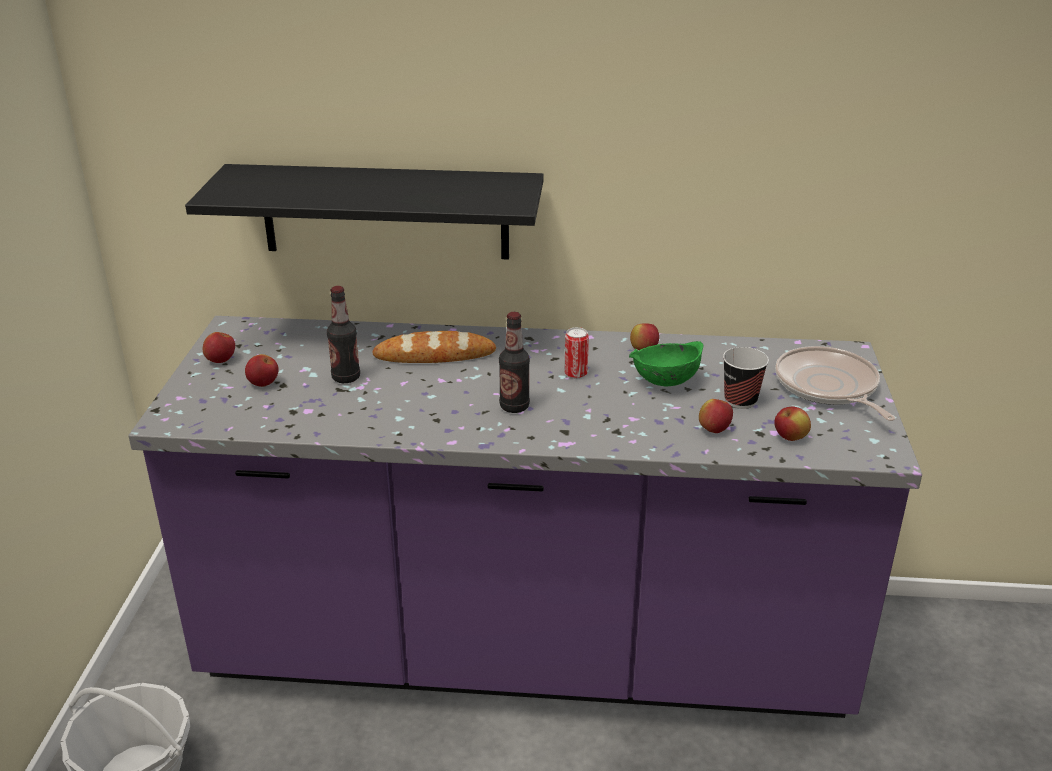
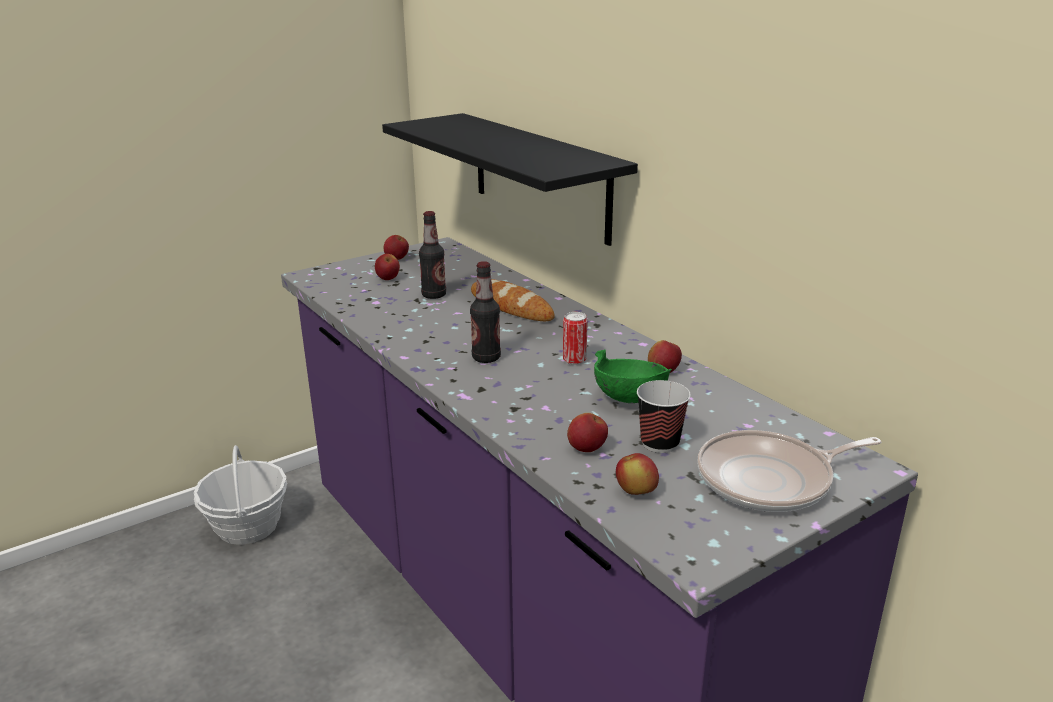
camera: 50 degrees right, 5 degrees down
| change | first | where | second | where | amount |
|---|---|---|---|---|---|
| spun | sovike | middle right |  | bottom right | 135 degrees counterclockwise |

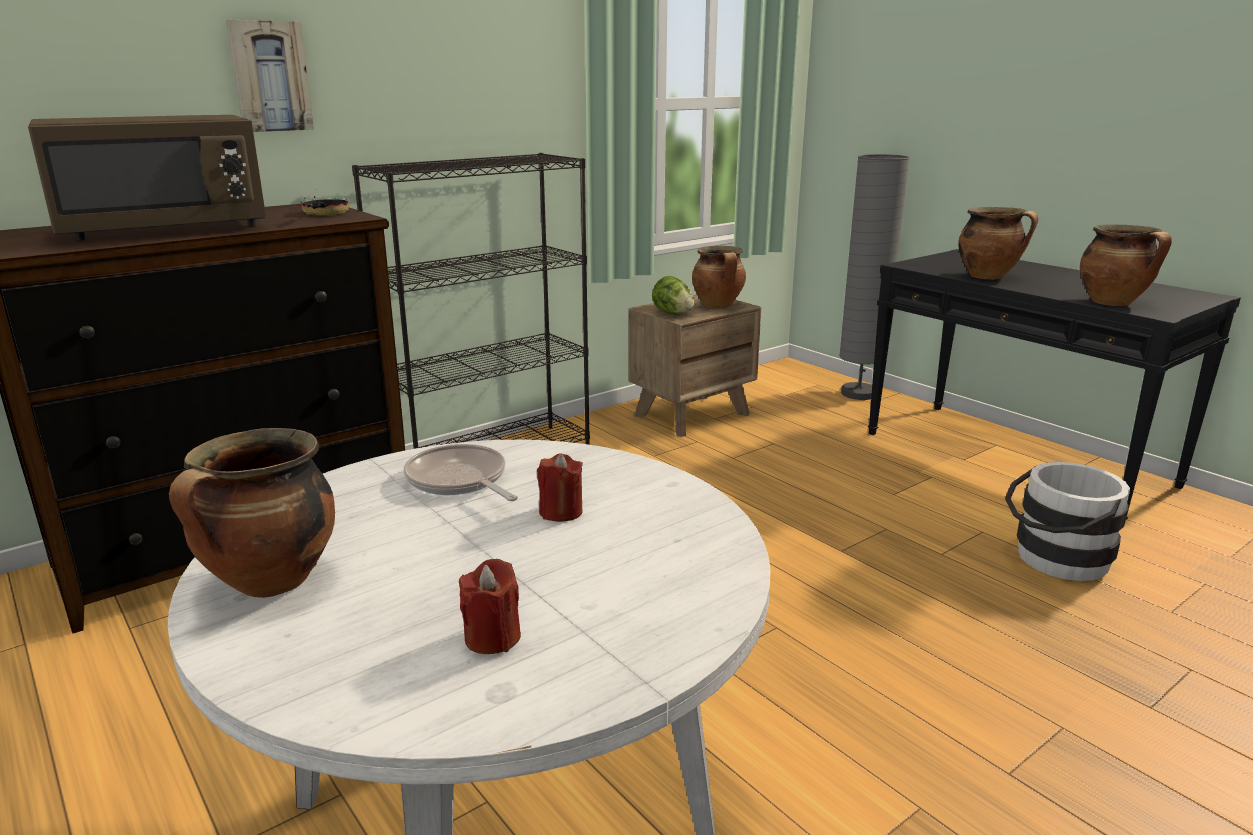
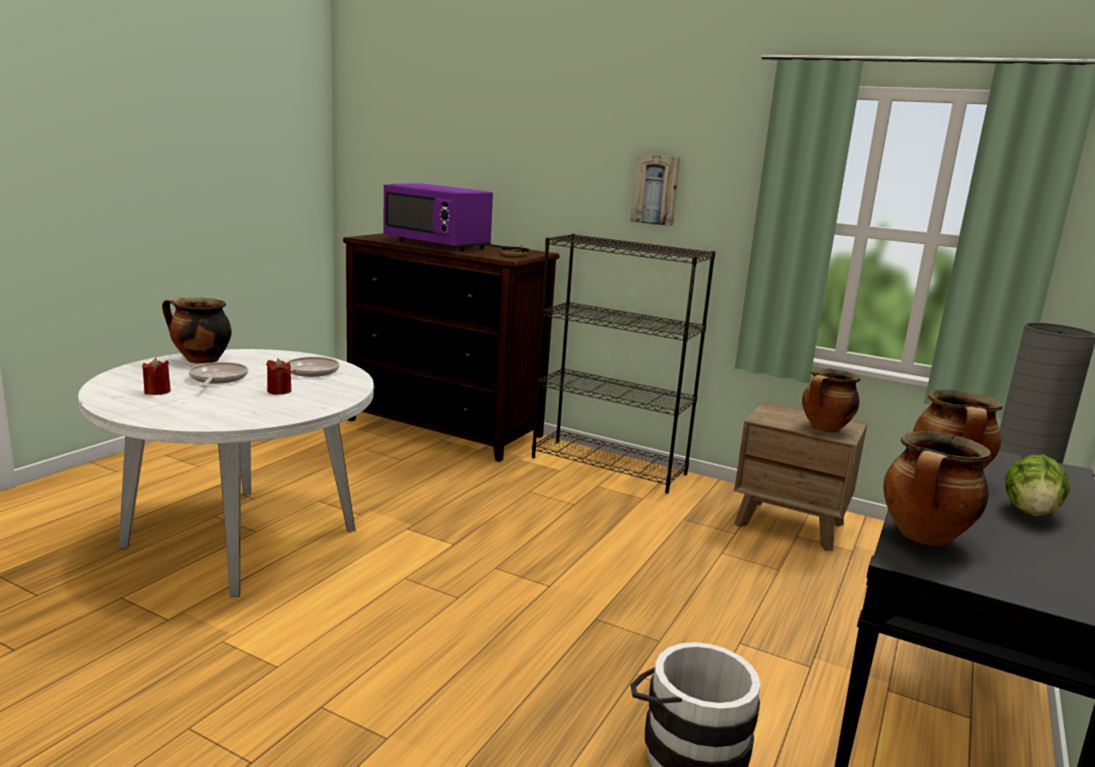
camera: 65 degrees right, 5 degrees down
| change | first | where | second | where | amount |
|---|---|---|---|---|---|
| relocated | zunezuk | top left |  | top centre |  |
| colour | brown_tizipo | top left | purple_tizipo | top centre |  |
| relocated | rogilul | centre |  | middle right |  |
| appeared |  |  | sovike (no. 1 from left) | middle left |  |

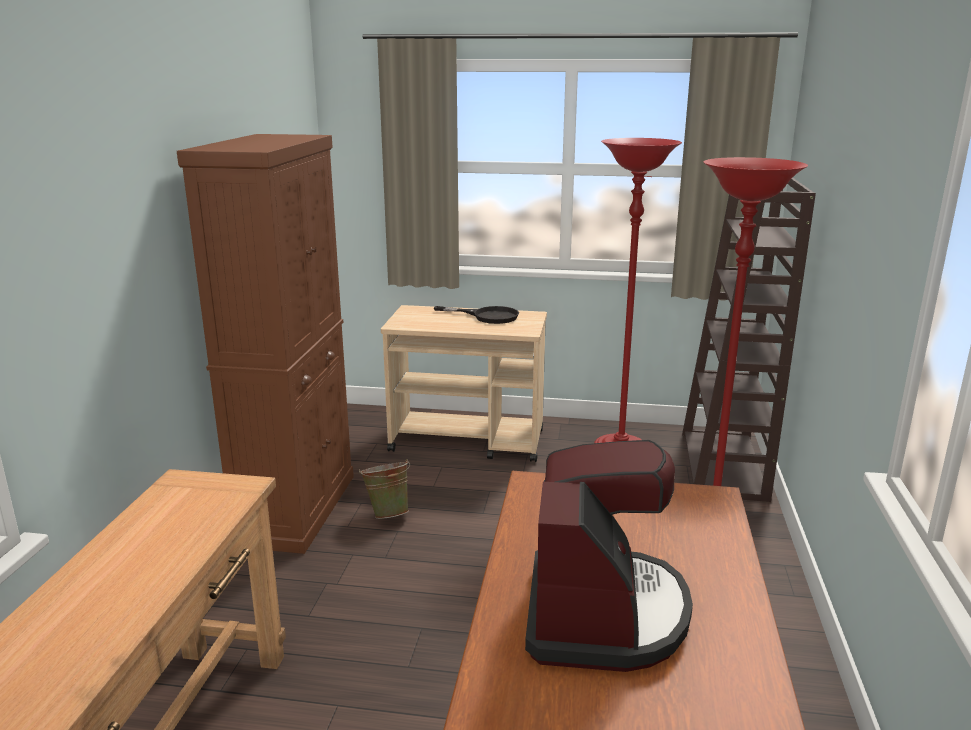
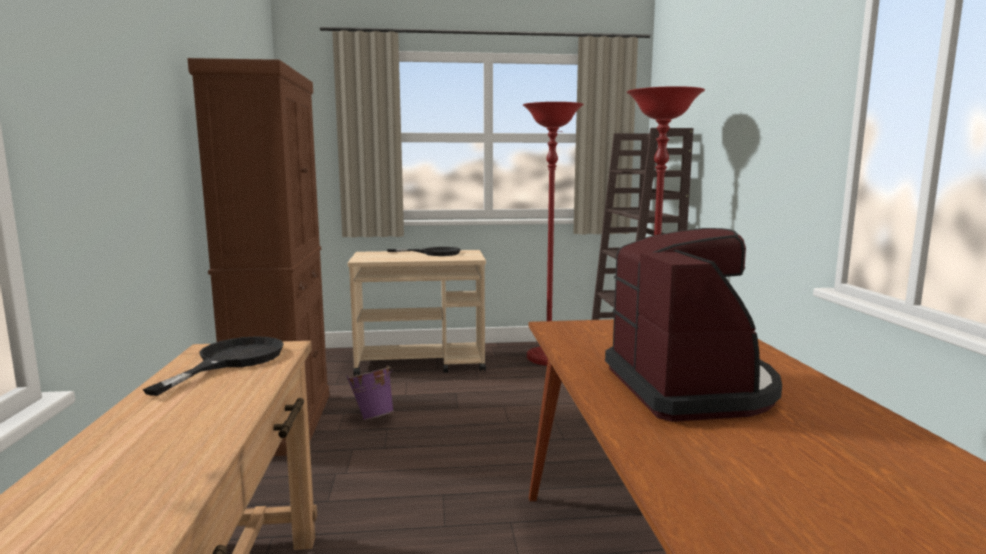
camera: 15 degrees left, 10 degrees down
| change | first | where | second | where | amount |
|---|---|---|---|---|---|
| colour | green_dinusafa | bottom centre | purple_dinusafa | bottom centre |  |
| appeared |  |  | black_sovike (no. 1 from left) | middle left |  |

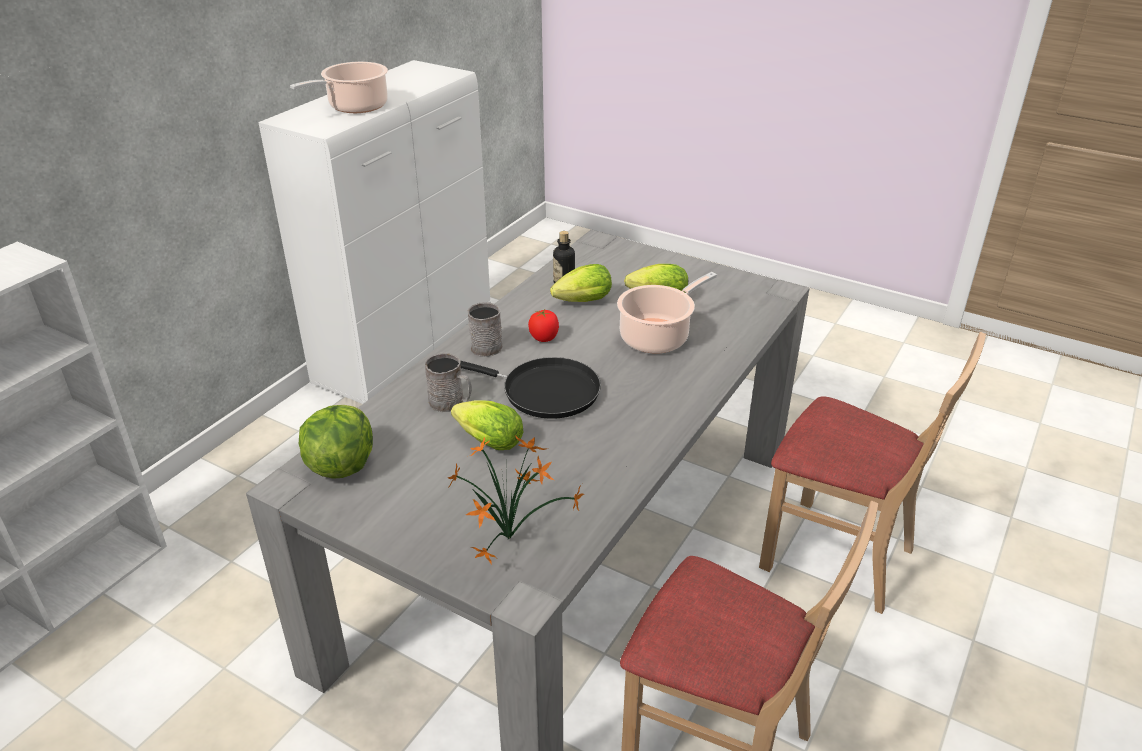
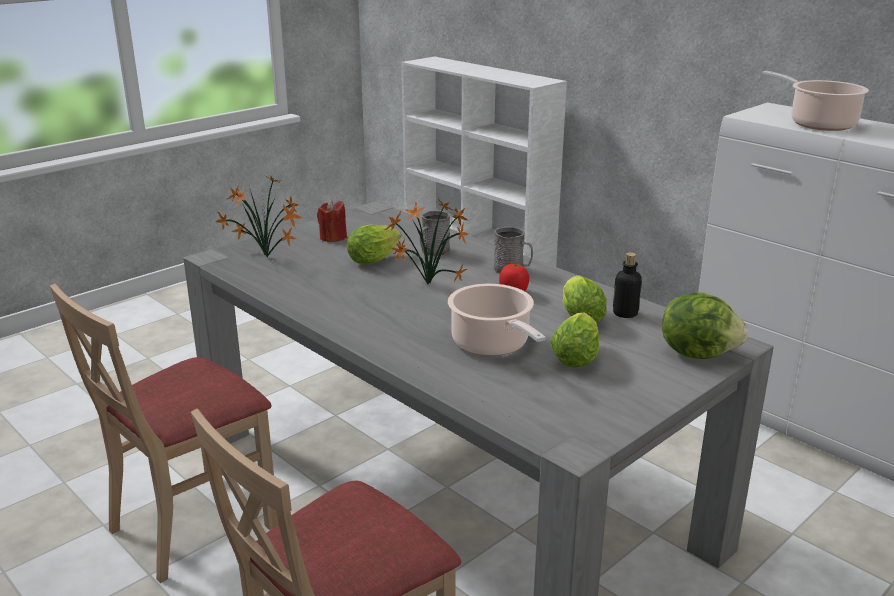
camera: 105 degrees right, 10 degrees down
| change | first | where | second | where | amount |
|---|---|---|---|---|---|
| exchanged | black_sovike | centre | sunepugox (no. 2 from left) | centre |  |
| relocated | rogilul (no. 1 from left in the first image) | middle left | rogilul (no. 4 from left) | middle right |  |
| appeared |  |  | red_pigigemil | centre |  |

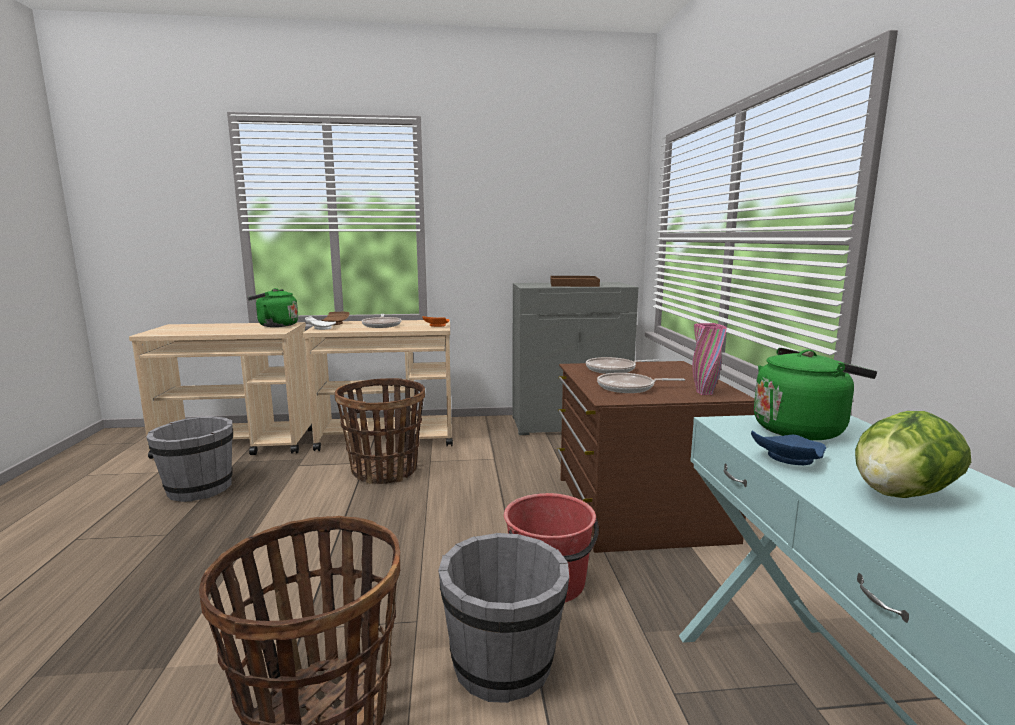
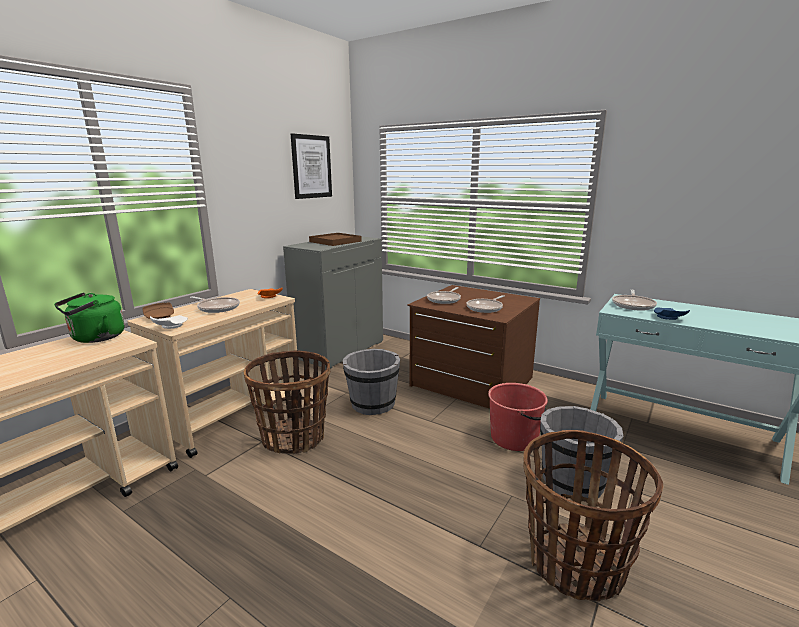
camera: 50 degrees left, 5 degrees up
| change | first | where | second | where | amount |
|---|---|---|---|---|---|
| missing | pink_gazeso | middle right |  |  |  |
| exchanged | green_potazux (no. 2 from left) | middle right | sovike (no. 4 from left) | middle right |  |
| missing | rogilul | middle right |  |  |  |
| relocated | grey_dinusafa (no. 1 from left) | middle left |  | centre |  |
| appeared |  |  | zunezuk | top centre |  |

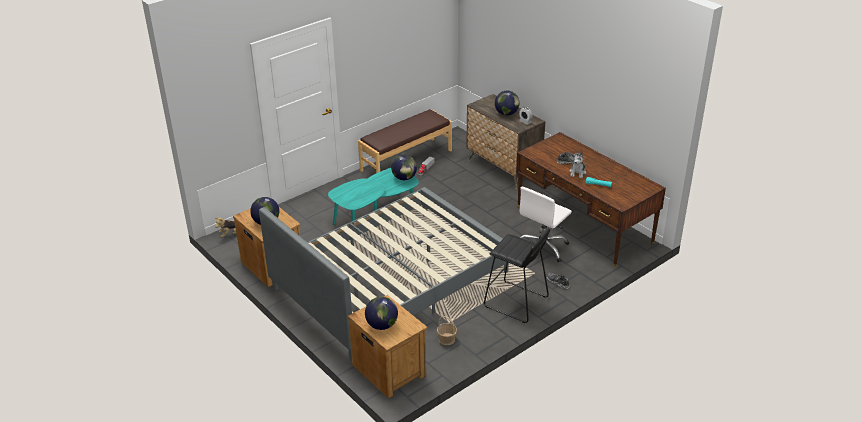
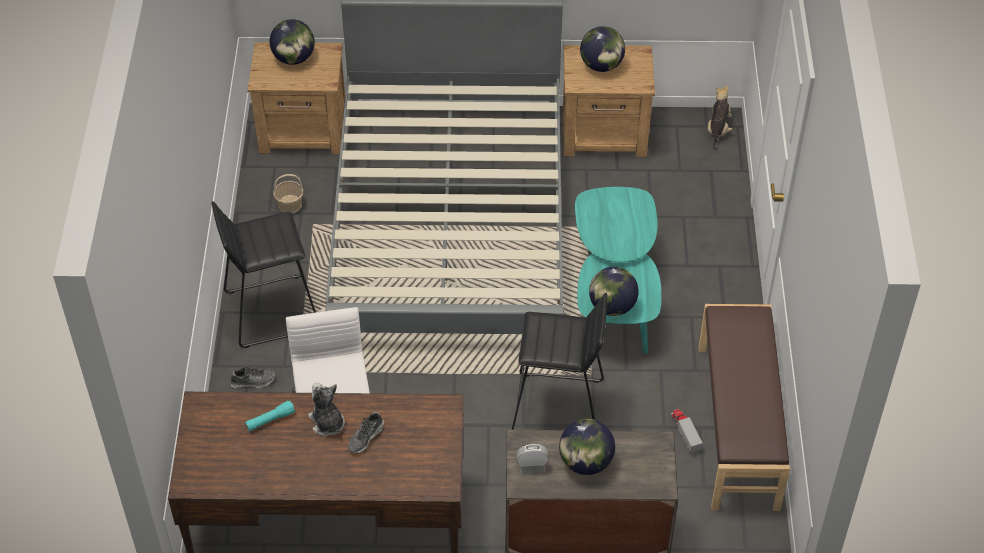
camera: 130 degrees right, 15 degrees up
| change | first | where | second | where | amount |
|---|---|---|---|---|---|
| appeared |  |  | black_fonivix (no. 2 from left) | centre |  |

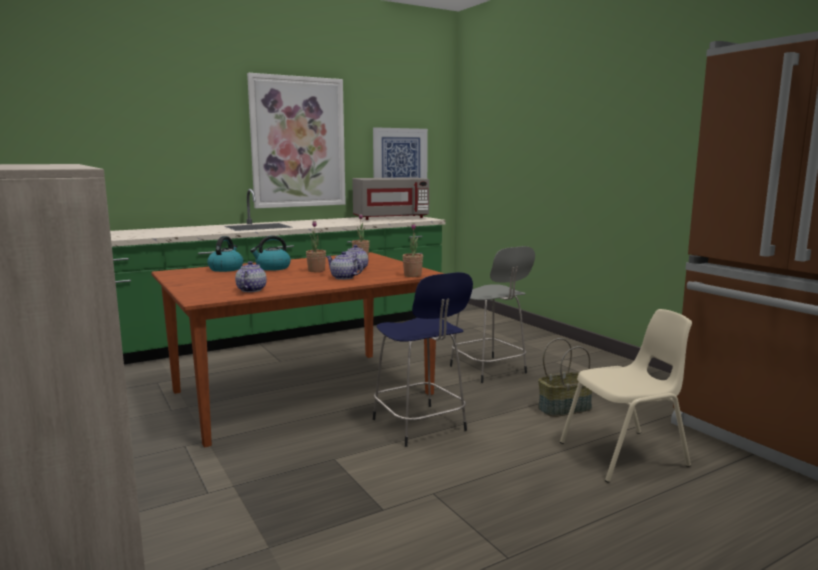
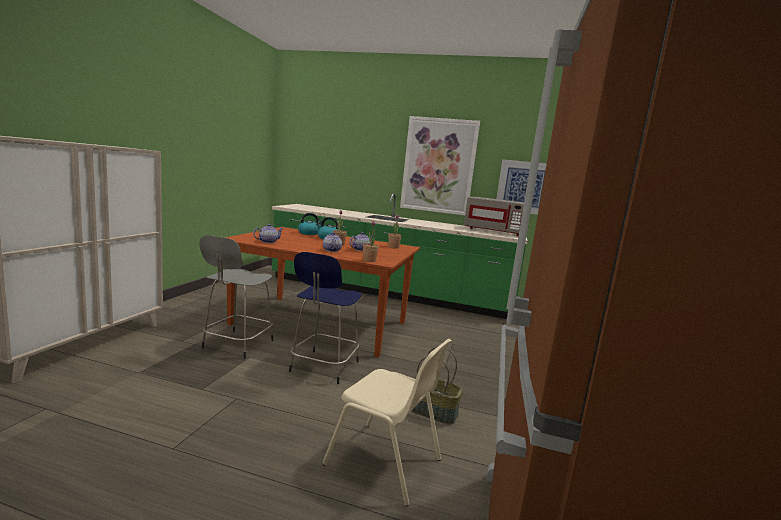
camera: 45 degrees right, 0 degrees up
| change | first | where | second | where | amount |
|---|---|---|---|---|---|
| relocated | grey_fonivix | centre |  | middle left |  |

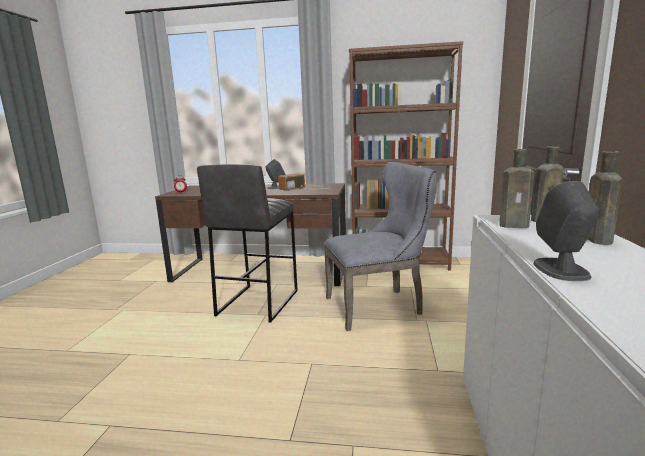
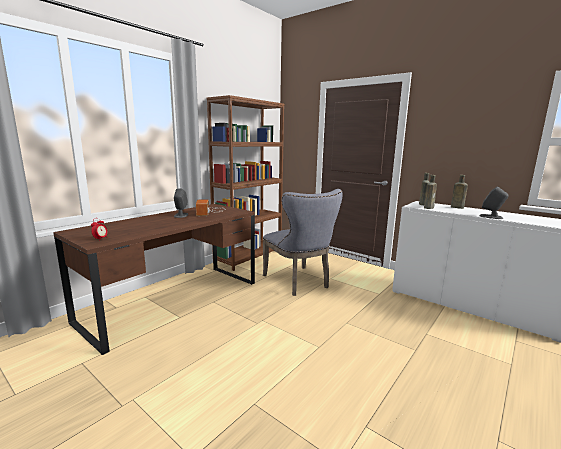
camera: 60 degrees left, 0 degrees up
| change | first | where | second | where | amount |
|---|---|---|---|---|---|
| spun | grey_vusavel | centre |  | centre | 135 degrees clockwise |
| missing | grey_fonivix | centre |  |  |  |

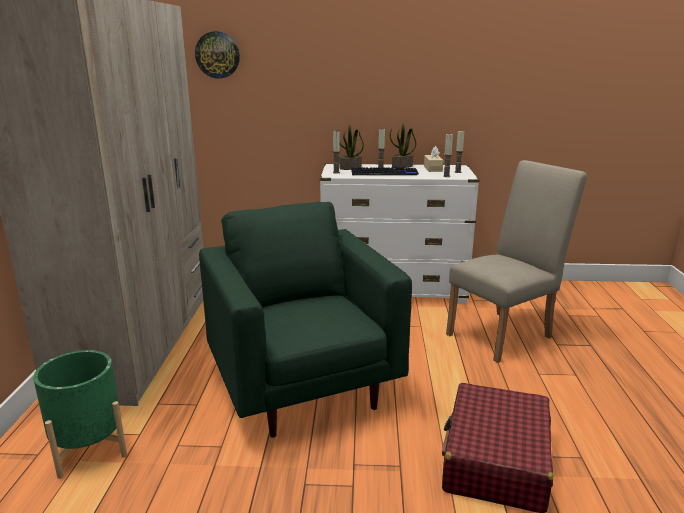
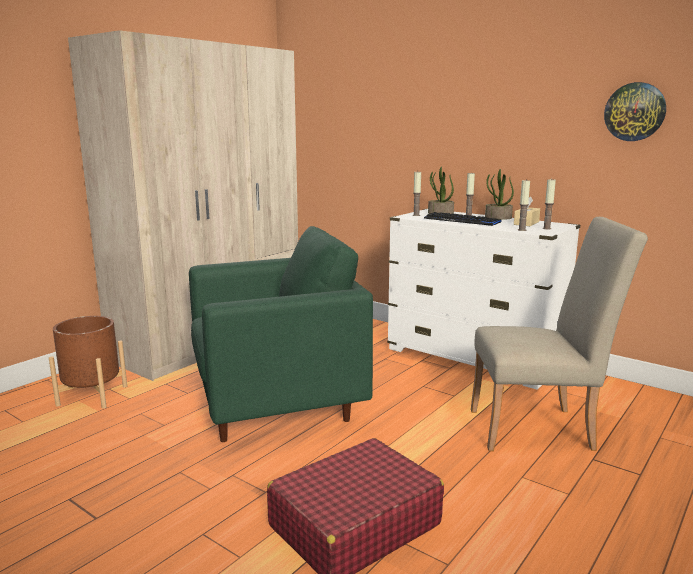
camera: 35 degrees right, 5 degrees down
| change | first | where | second | where | amount |
|---|---|---|---|---|---|
| relocated | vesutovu | top left |  | top right |  |
| spun | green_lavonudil | centre |  | centre | 60 degrees clockwise |
| colour | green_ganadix | bottom left | brown_ganadix | middle left |  |

